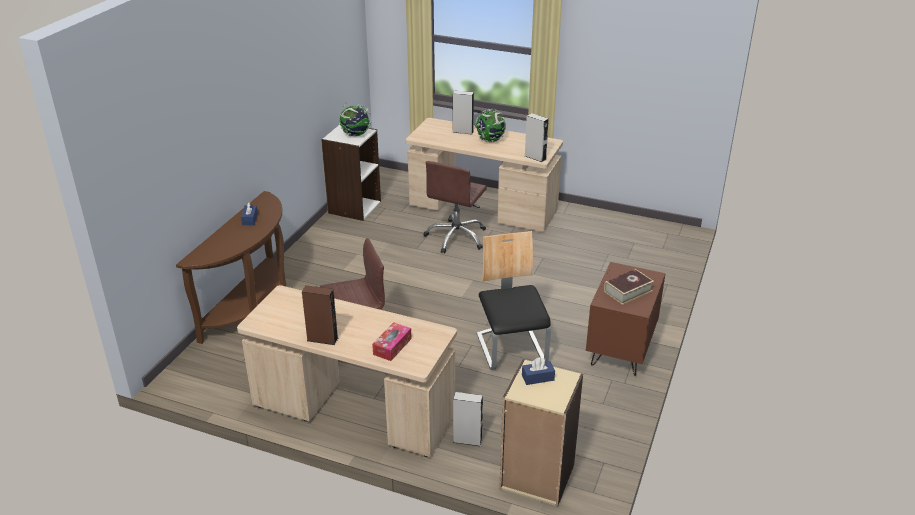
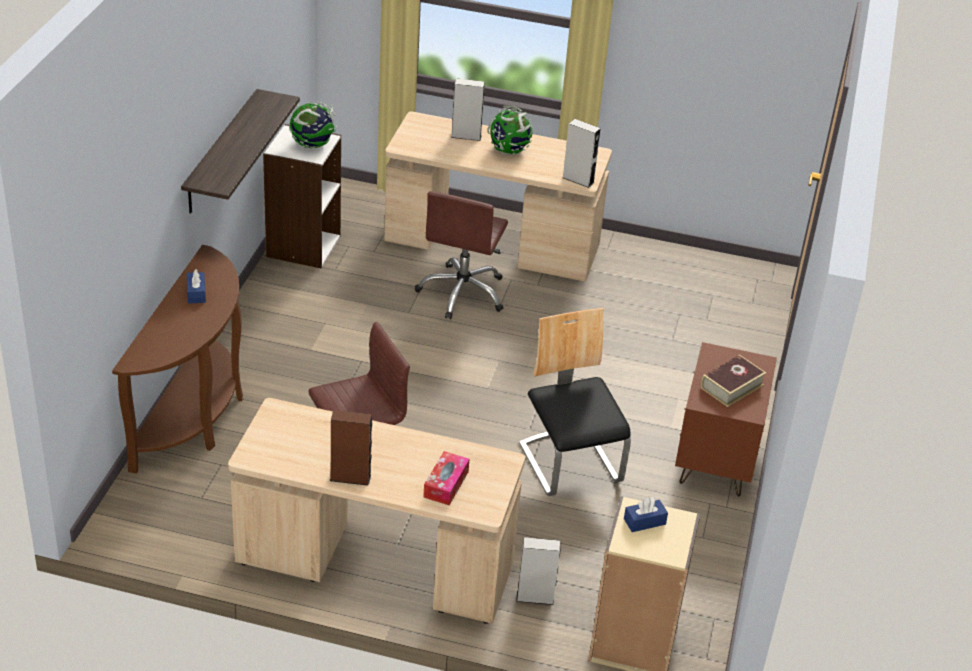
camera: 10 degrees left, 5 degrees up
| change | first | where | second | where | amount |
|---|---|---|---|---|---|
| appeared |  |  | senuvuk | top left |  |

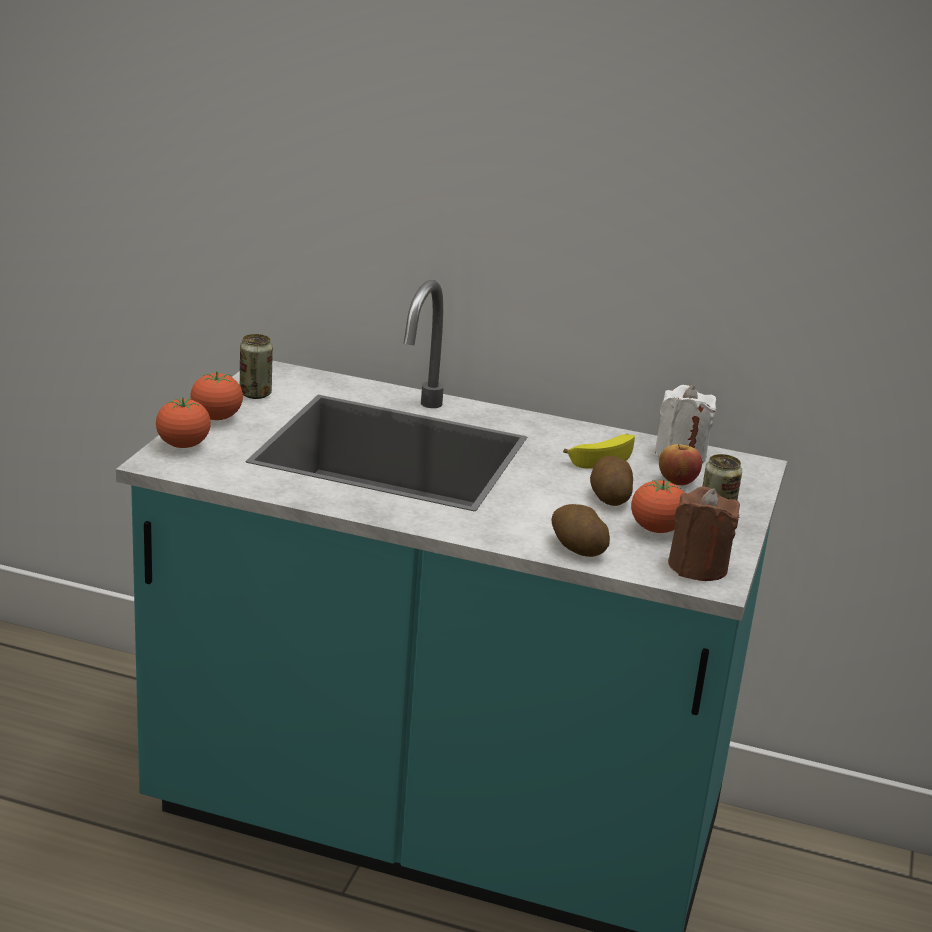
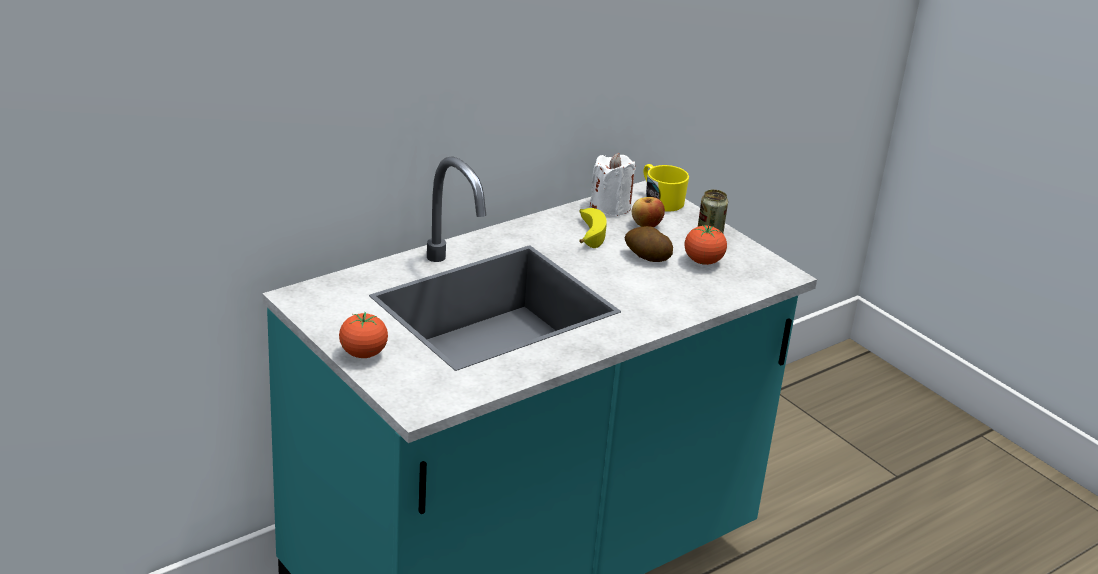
camera: 55 degrees left, 5 degrees up
| change | first | where | second | where | amount |
|---|---|---|---|---|---|
| missing | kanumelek (no. 1 from left) | middle left |  |  |  |
| missing | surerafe (no. 1 from left) | middle left |  |  |  |
| missing | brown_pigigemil | middle right |  |  |  |
| missing | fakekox (no. 1 from left) | centre |  |  |  |
| appeared |  |  | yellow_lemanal | top centre |  |

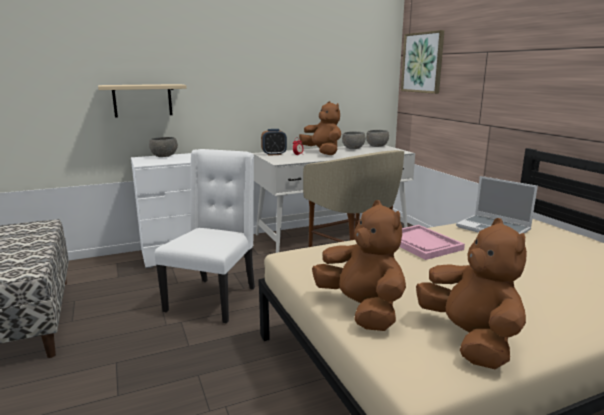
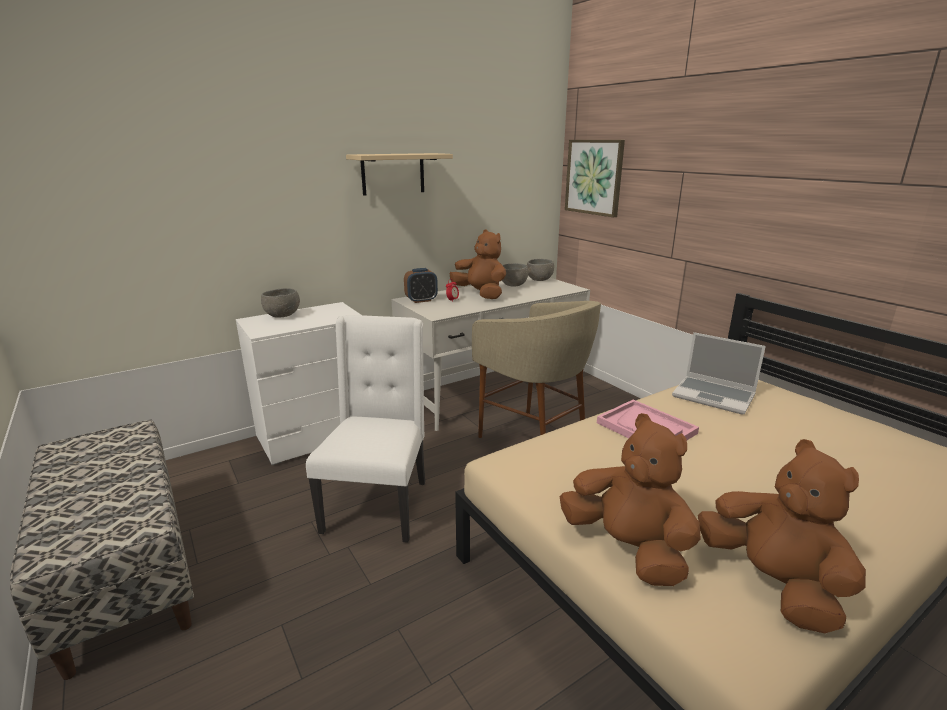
camera: 10 degrees left, 5 degrees up
| change | first | where | second | where | amount |
|---|---|---|---|---|---|
| relocated | beige_senuvuk | top left |  | top centre |  |

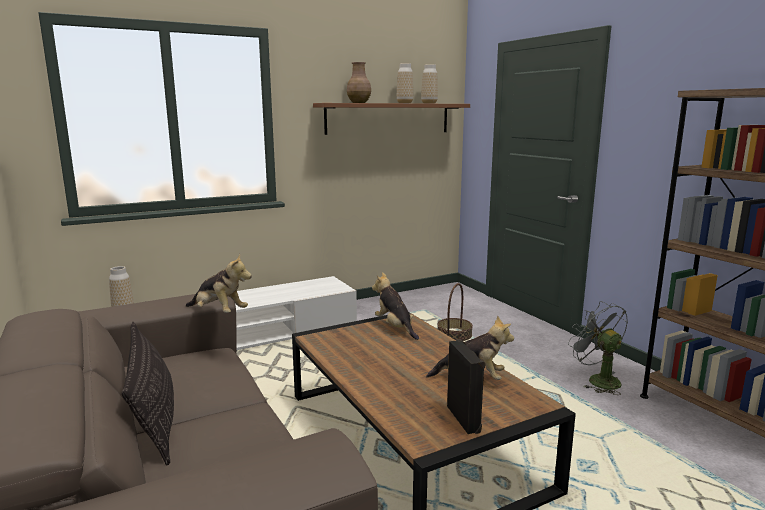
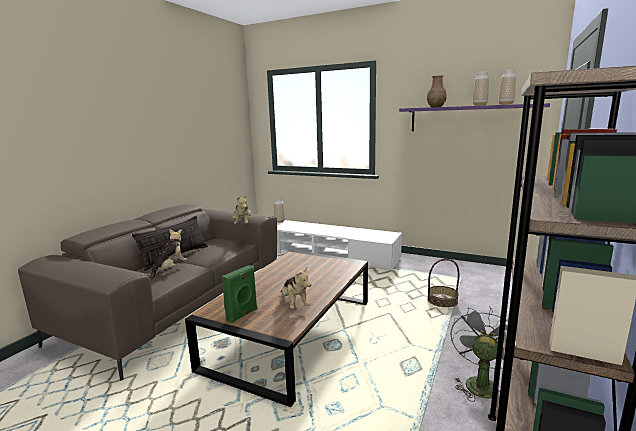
camera: 55 degrees right, 0 degrees up
| change | first | where | second | where | amount |
|---|---|---|---|---|---|
| colour | brown_senuvuk | top centre | purple_senuvuk | top right |  |
| relocated | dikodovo (no. 2 from left in the first image) | centre | dikodovo (no. 1 from left) | middle left |  |
| colour | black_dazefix | bottom centre | green_dazefix | bottom centre |  |

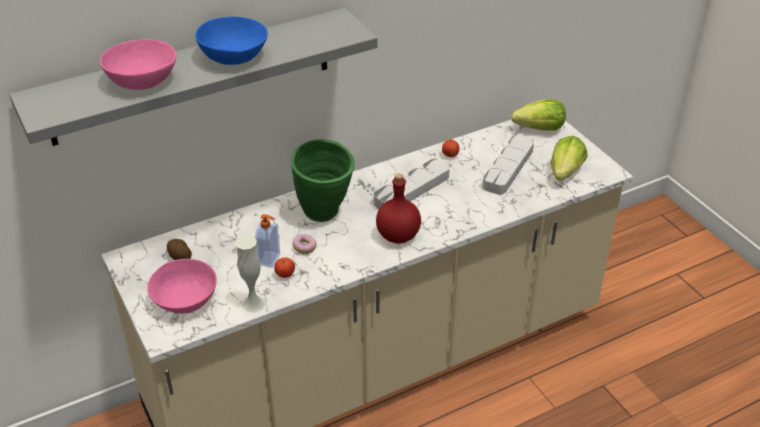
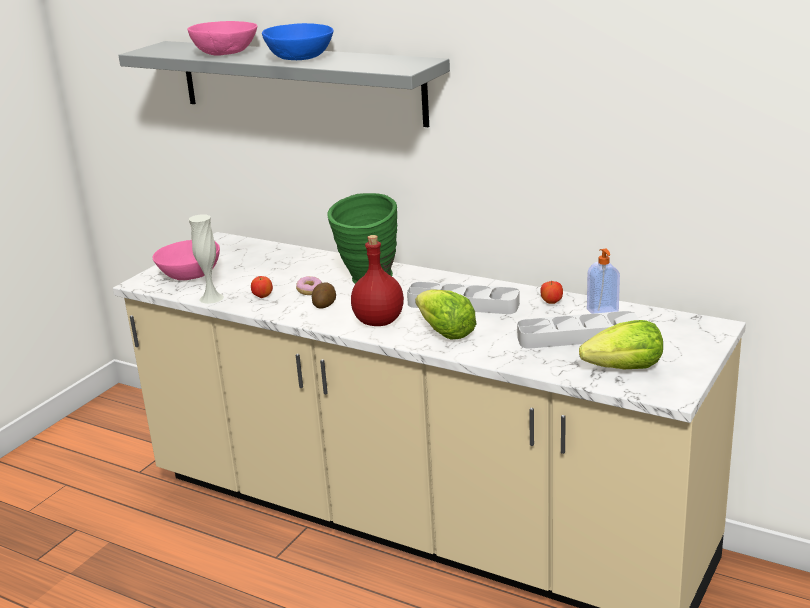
camera: 60 degrees right, 15 degrees down
| change | first | where | second | where | amount |
|---|---|---|---|---|---|
| relocated | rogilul (no. 1 from left) | top right |  | centre |  |
| relocated | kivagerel | centre |  | middle right |  |
| relocated | fakekox | middle left |  | centre |  |

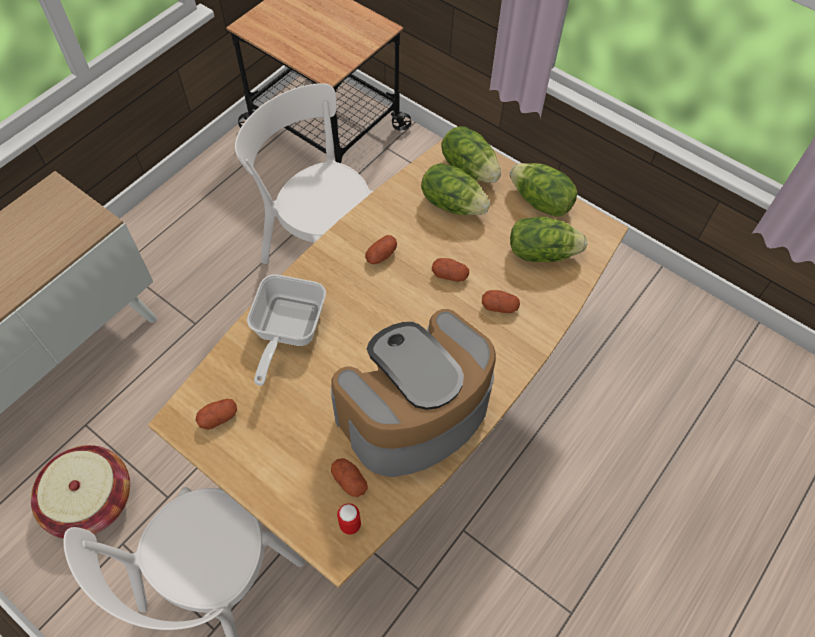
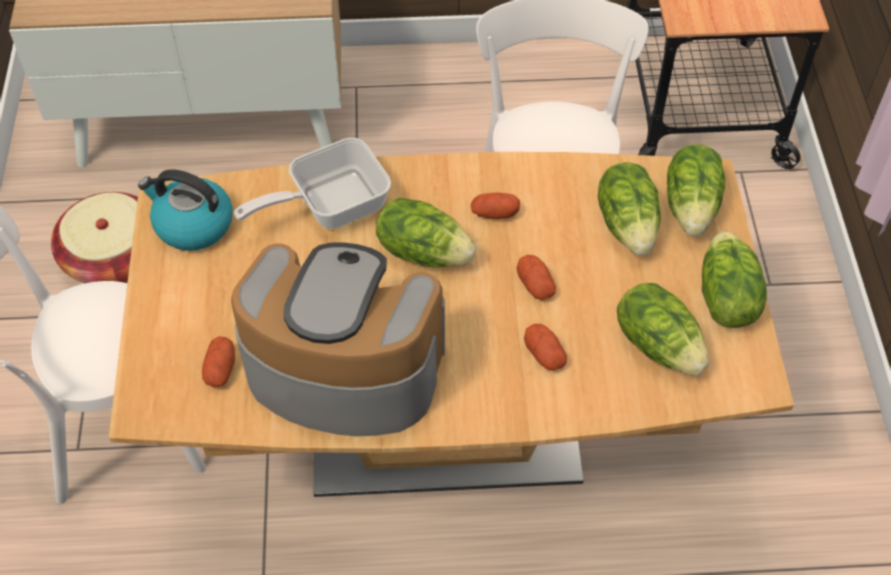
camera: 50 degrees right, 5 degrees down
| change | first | where | second | where | amount |
|---|---|---|---|---|---|
| exchanged | fakekox (no. 1 from left) | middle left | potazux | middle left |  |
| missing | kanumelek | bottom centre |  |  |  |
| appeared |  |  | rogilul (no. 1 from left) | centre |  |

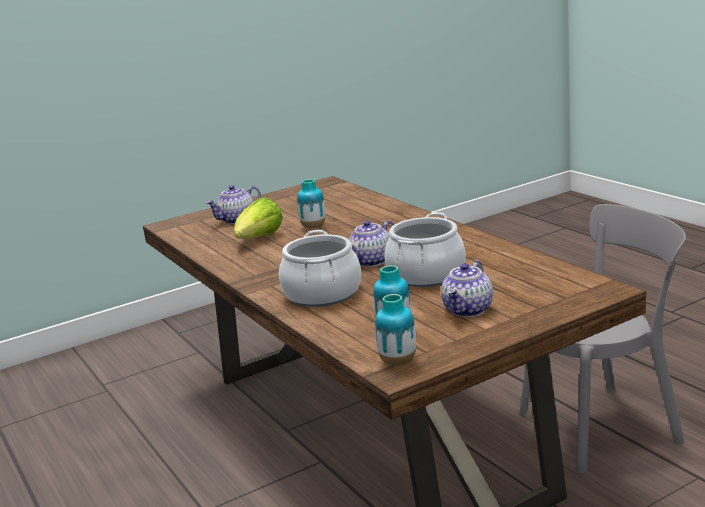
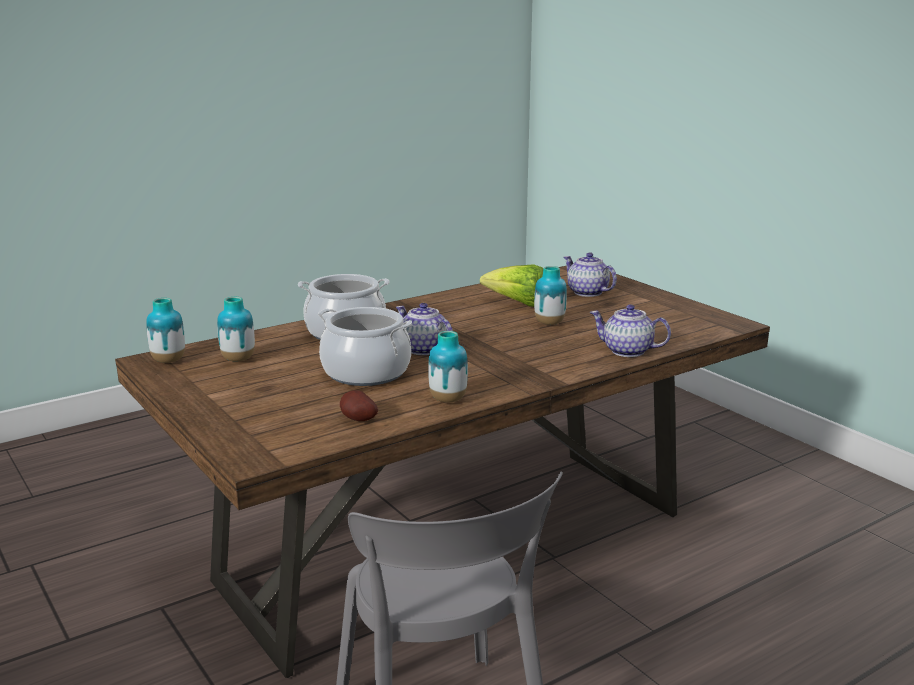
camera: 85 degrees right, 0 degrees up
| change | first | where | second | where | amount |
|---|---|---|---|---|---|
| relocated | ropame (no. 3 from left) | centre |  | middle right |  |
| appeared |  |  | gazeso (no. 3 from left) | centre |  |
| appeared |  |  | fakekox | centre |  |

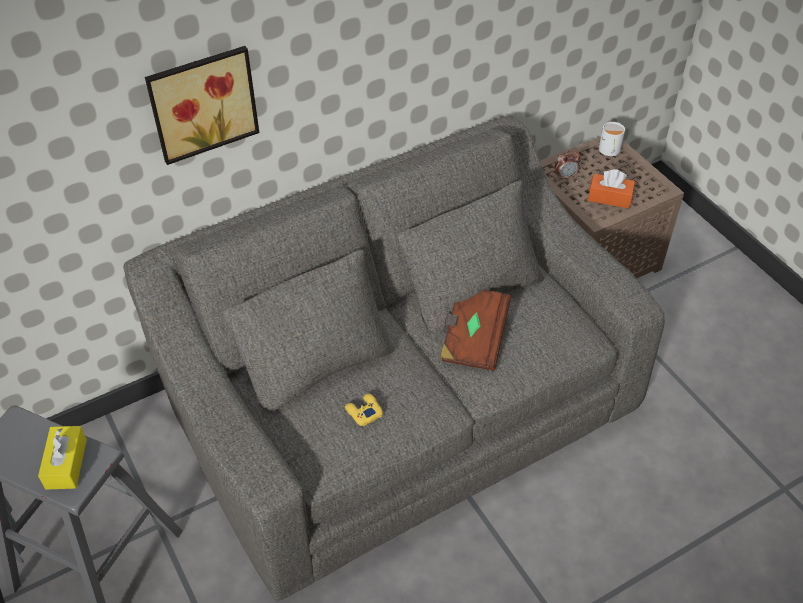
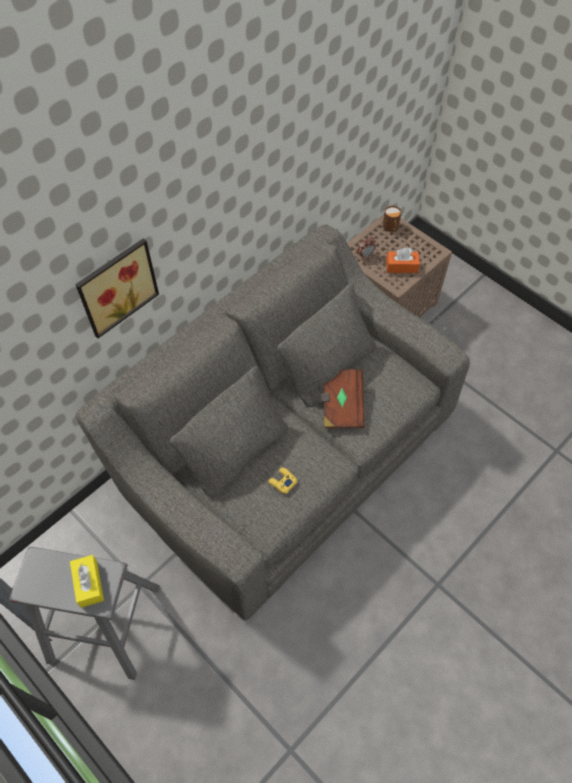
camera: 15 degrees left, 10 degrees up
| change | first | where | second | where | amount |
|---|---|---|---|---|---|
| colour | white_lemanal | top right | brown_lemanal | top right |  |

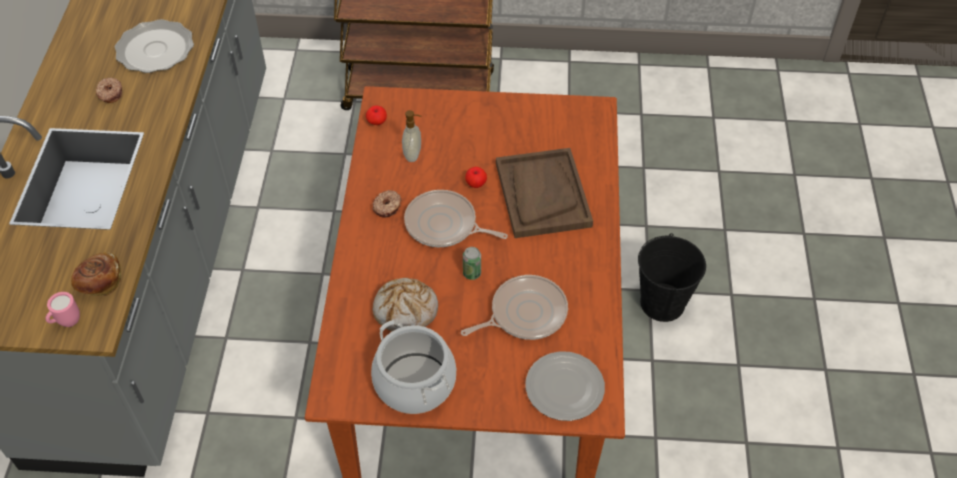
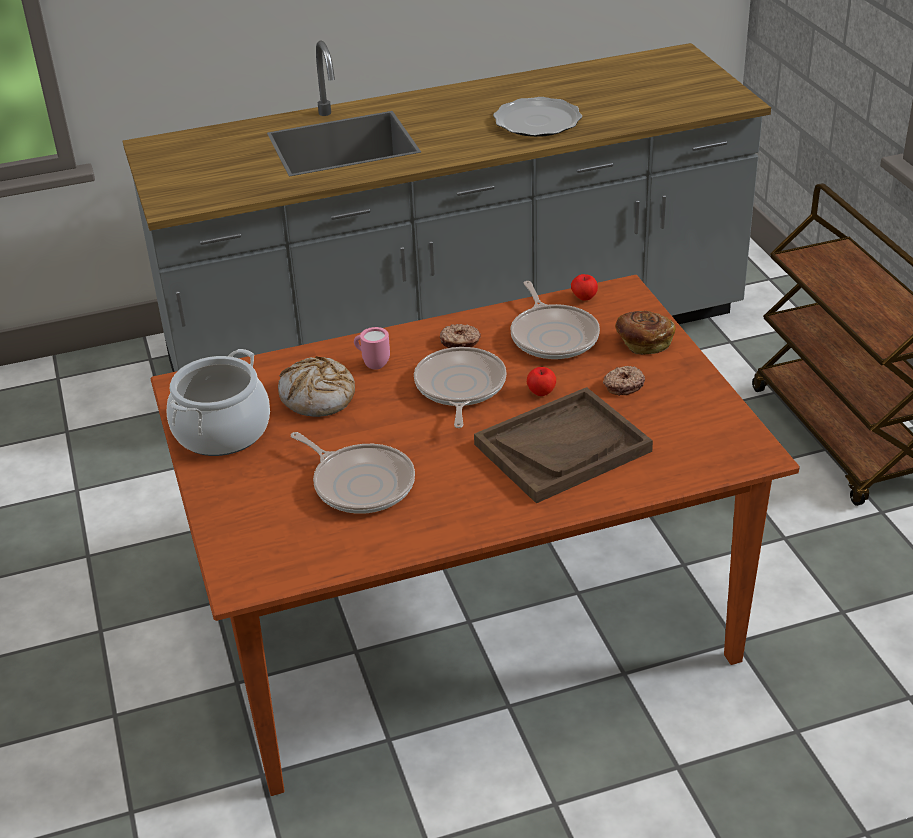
camera: 70 degrees right, 15 degrees down
| change | first | where | second | where | amount |
|---|---|---|---|---|---|
| relocated | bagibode (no. 1 from left in the first image) | top left | bagibode (no. 2 from left) | middle right |  |
| exchanged | kivagerel | top centre | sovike (no. 3 from left) | centre |  |
| missing | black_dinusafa | middle right |  |  |  |
| missing | kanumelek | centre |  |  |  |
| relocated | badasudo (no. 1 from left in the first image) | middle left | badasudo (no. 2 from left) | middle right |  |
| relocated | pink_lemanal | middle left |  | centre |  |
| missing | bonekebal (no. 2 from left) | bottom centre |  |  |  |

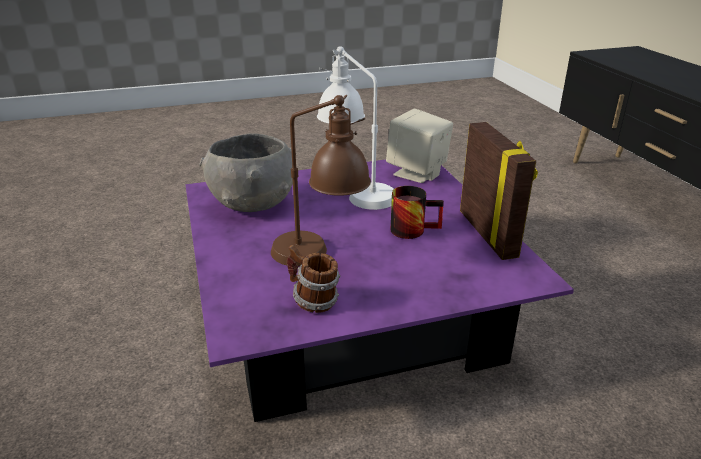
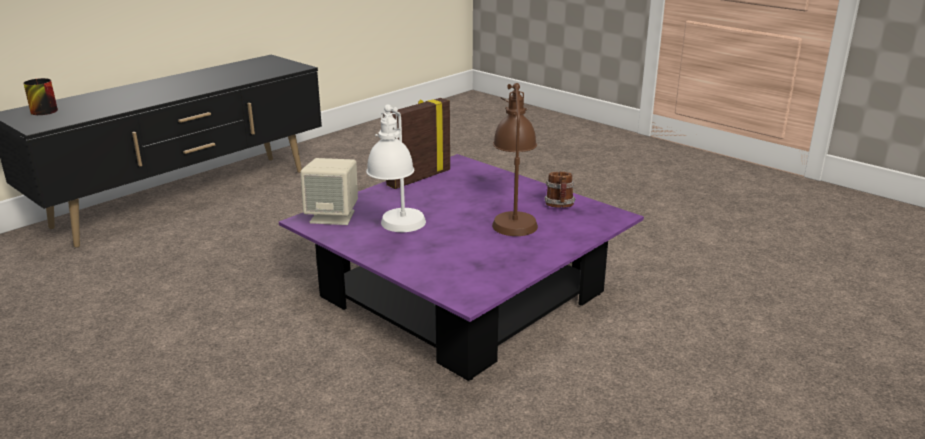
camera: 120 degrees left, 5 degrees down
| change | first | where | second | where | amount |
|---|---|---|---|---|---|
| missing | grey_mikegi | centre |  |  |  |
| relocated | lemanal (no. 2 from left in the first image) | centre | lemanal (no. 1 from left) | top left |  |

